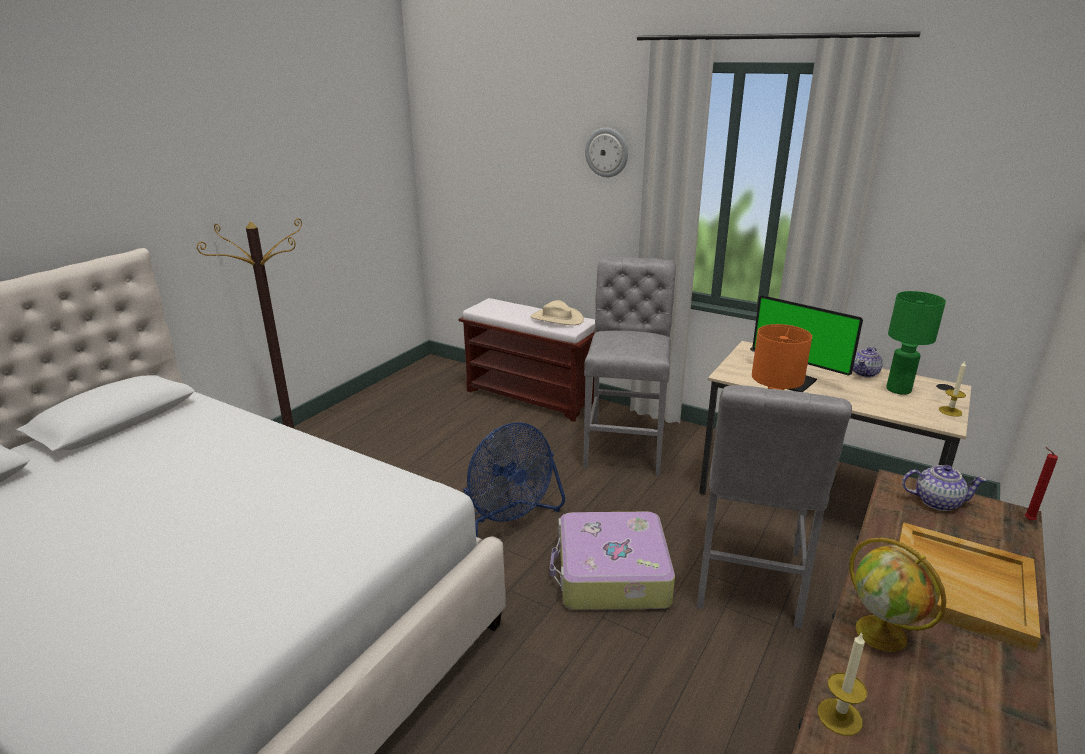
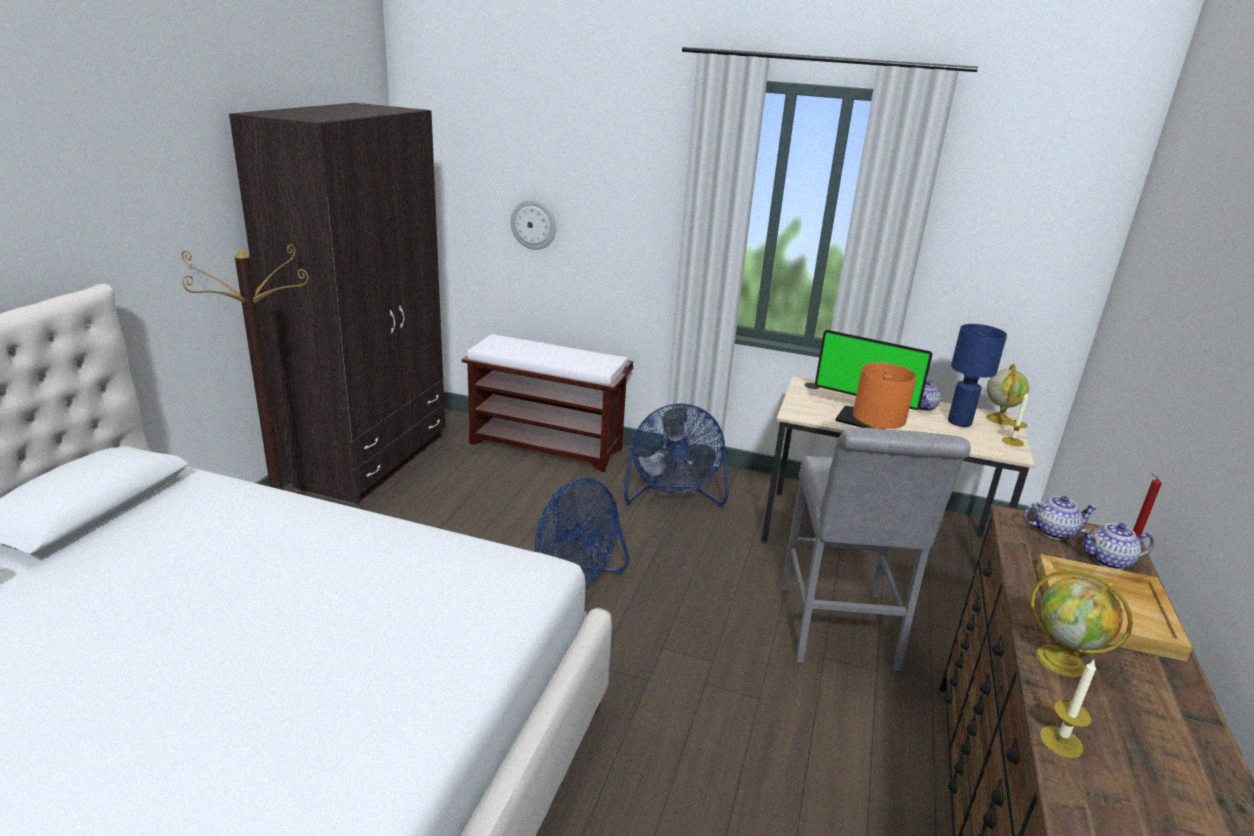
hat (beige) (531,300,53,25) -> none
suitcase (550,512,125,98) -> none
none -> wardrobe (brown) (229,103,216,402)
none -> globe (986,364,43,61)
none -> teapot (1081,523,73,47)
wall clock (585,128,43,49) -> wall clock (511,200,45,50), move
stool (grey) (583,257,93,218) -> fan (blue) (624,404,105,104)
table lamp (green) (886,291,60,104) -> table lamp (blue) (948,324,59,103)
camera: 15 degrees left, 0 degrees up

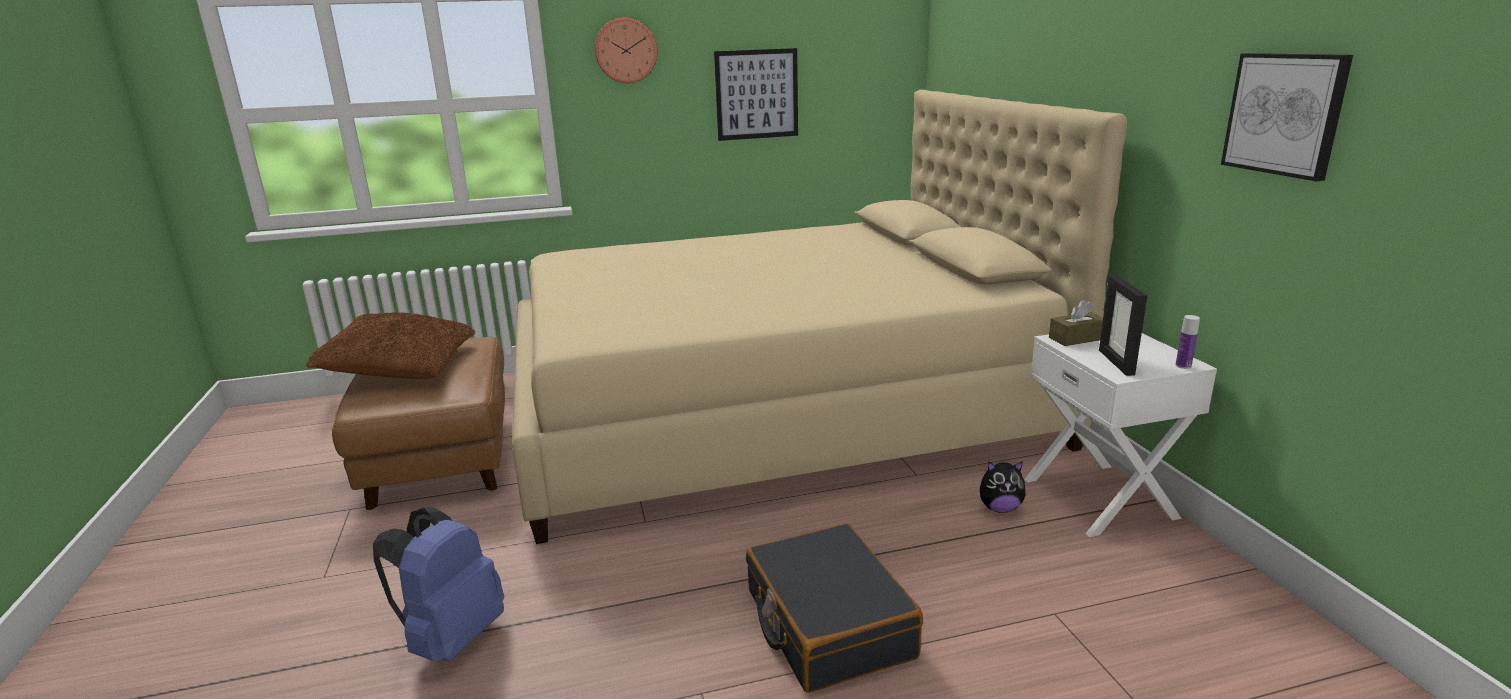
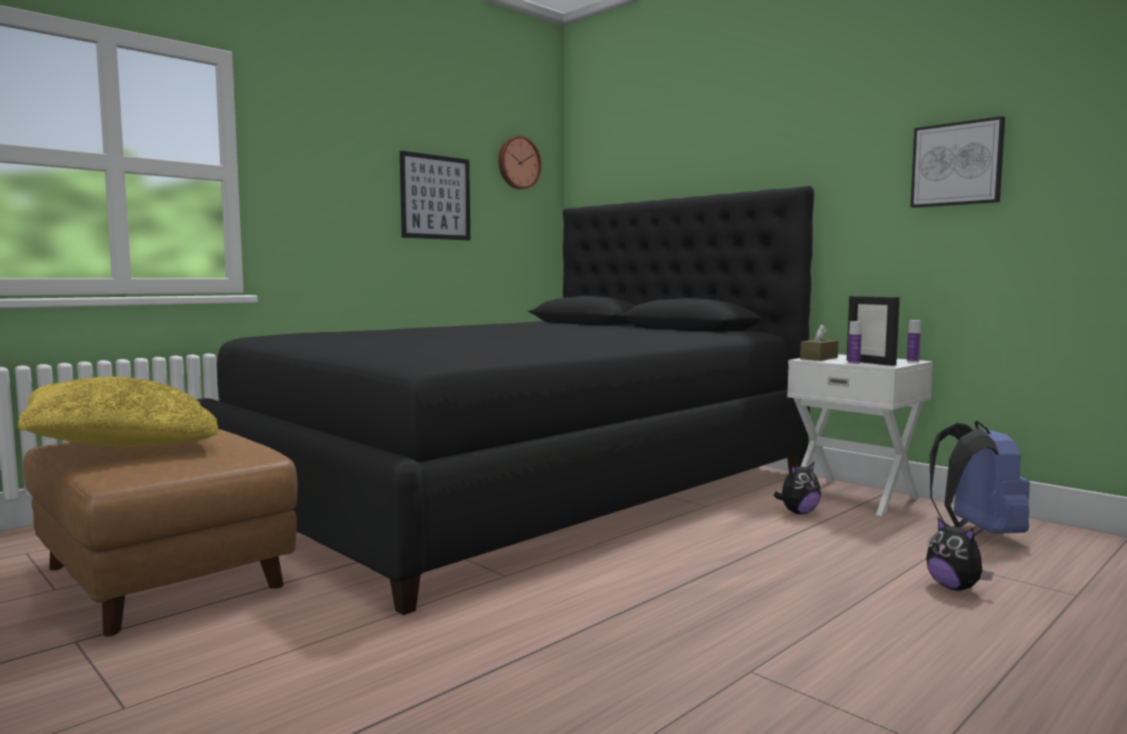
suitcase (black) (746,523,177,170) -> none
none -> bottle (848,321,14,43)
none -> plush toy (926,517,68,74)
backpack (blue) (373,507,131,155) -> backpack (blue) (930,421,100,116), move
wall clock (595,17,62,66) -> wall clock (498,136,43,54), move
pillow (brown) (306,312,169,67) -> pillow (yellow) (18,376,201,71)
bed (beige) (512,90,615,454) -> bed (black) (197,186,617,429)
camera: 30 degrees left, 15 degrees down

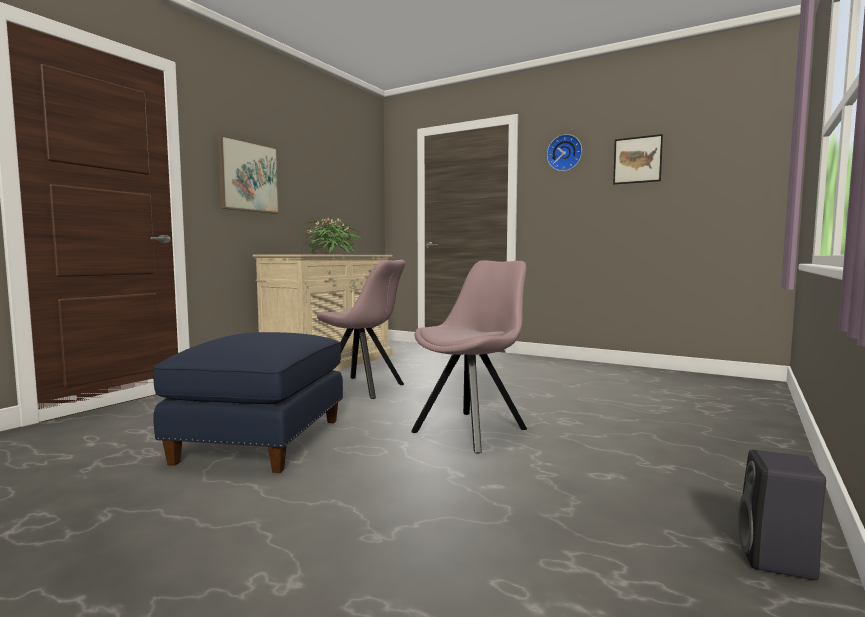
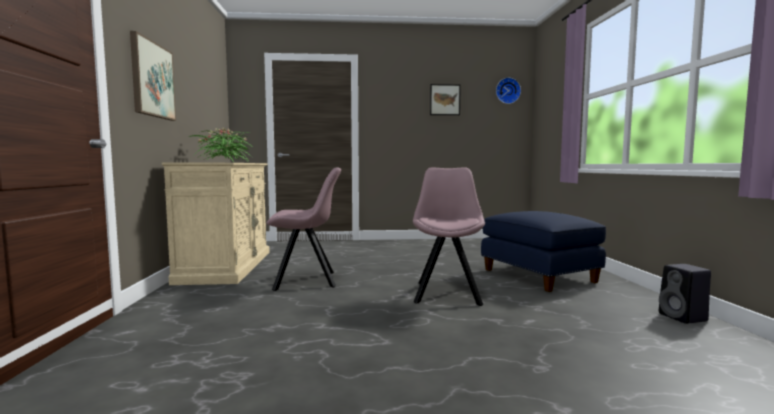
ottoman (blue) (153,332,190,141) -> ottoman (blue) (481,211,125,81), move
wall clock (547,134,35,37) -> wall clock (496,78,25,26), move
camera: 35 degrees left, 0 degrees up

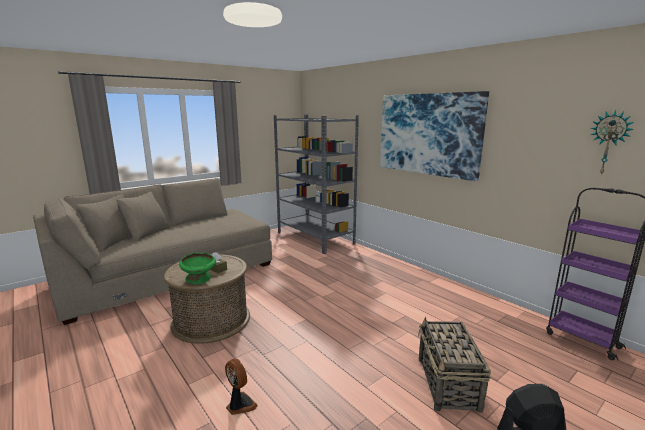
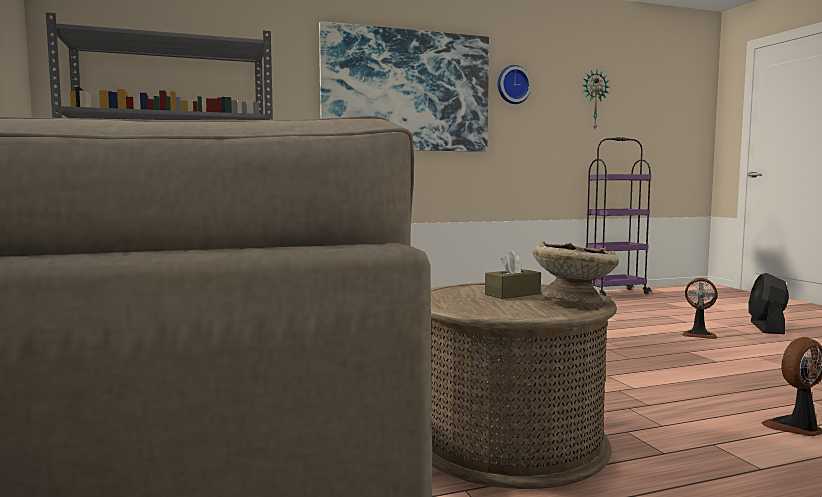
none -> wall clock (498,65,34,39)
basket (418,317,73,96) -> fan (682,278,36,61)
bowl (green) (179,252,37,32) -> bowl (beige) (533,241,86,62)
camera: 70 degrees left, 10 degrees down

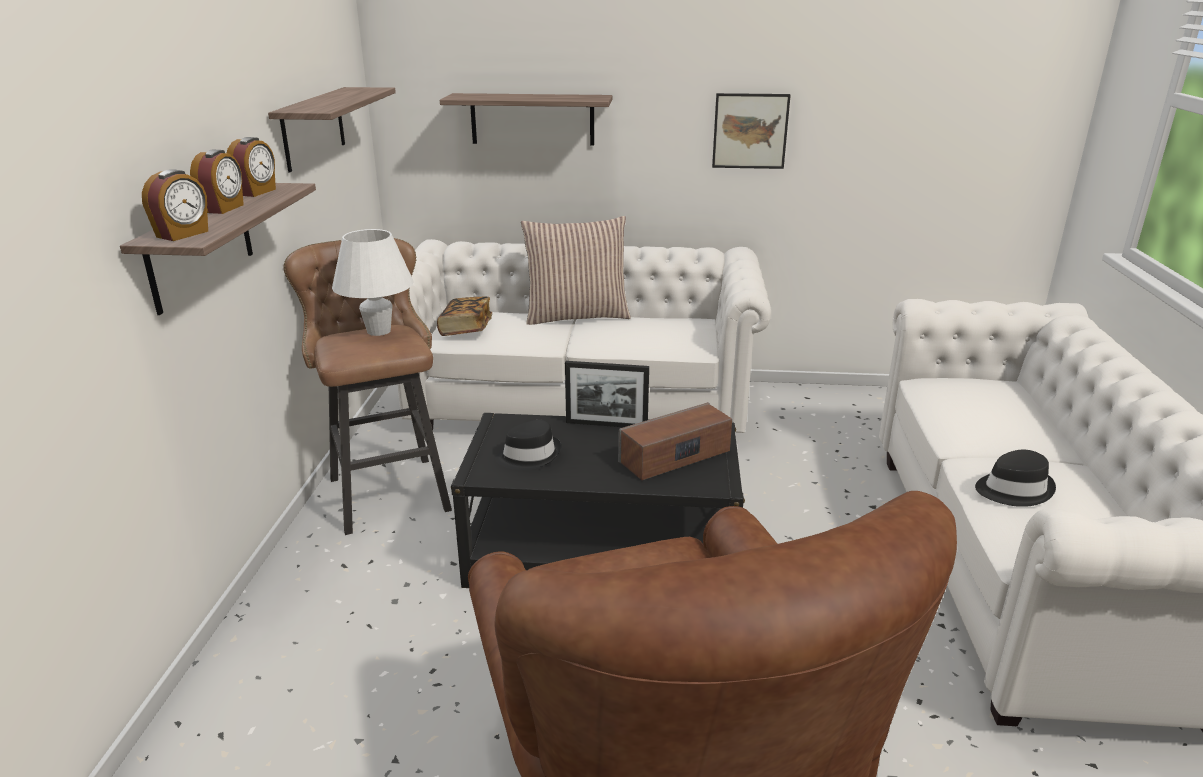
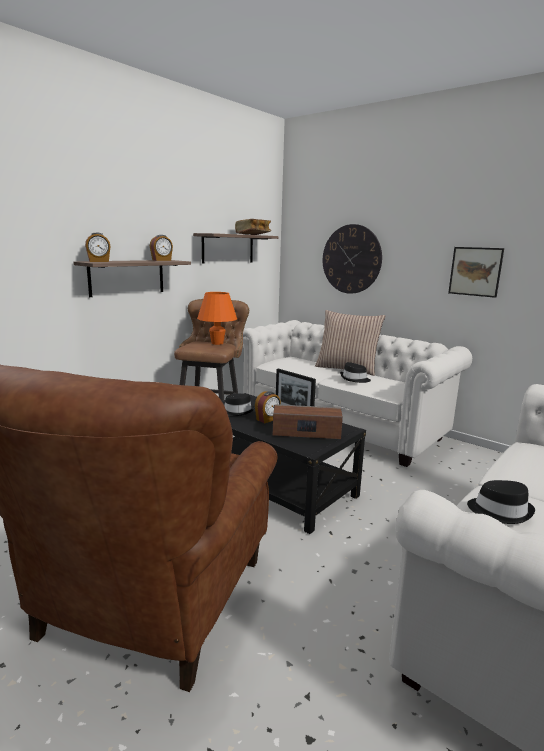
none -> hat (black) (340,362,31,21)
alarm clock (190,150,54,64) -> alarm clock (255,391,26,32), move
book (437,297,55,39) -> book (235,219,36,16), move
shelf (440,93,173,53) -> wall clock (323,224,59,70)
table lamp (white) (332,229,82,107) -> table lamp (orange) (197,292,40,53)
camera: 35 degrees right, 10 degrees down

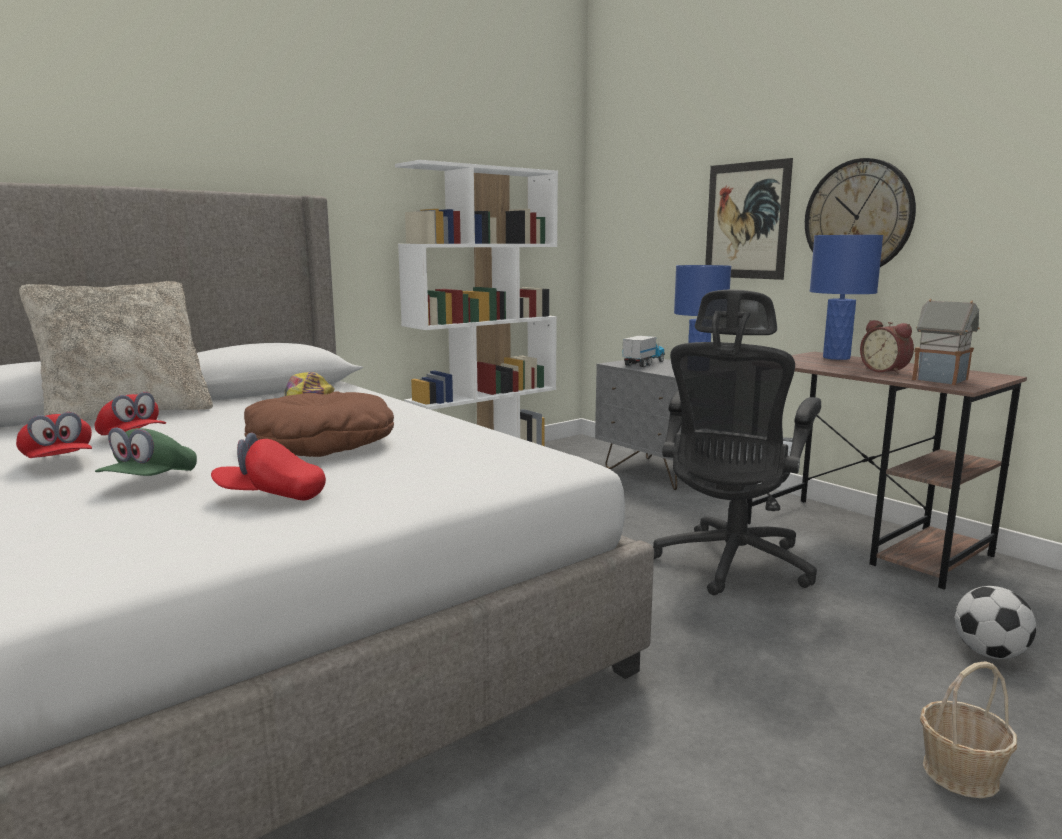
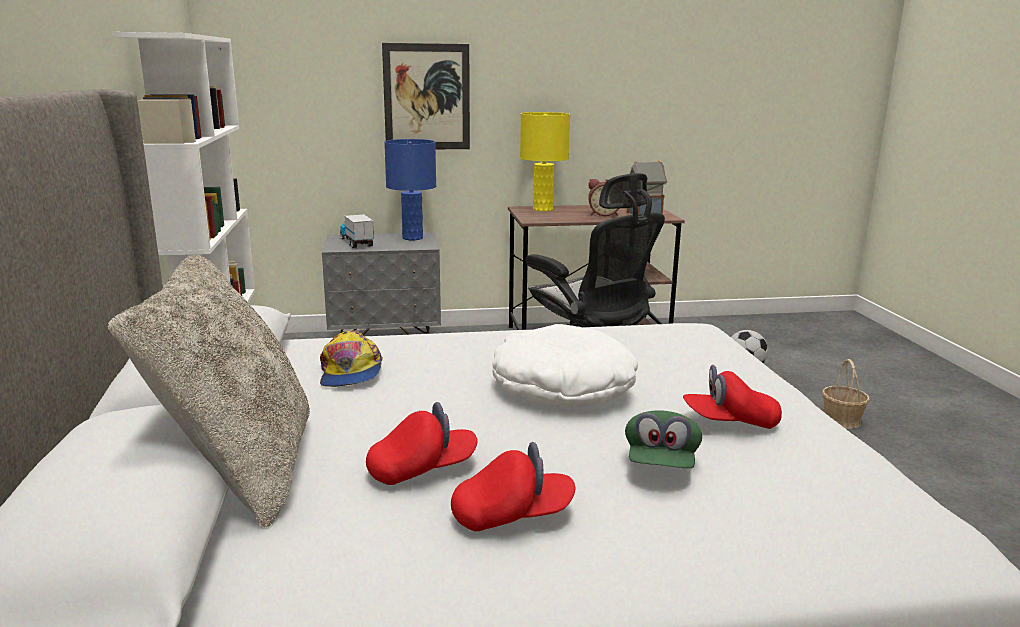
wall clock (805,158,111,109) -> none
pillow (brown) (244,391,150,66) -> pillow (white) (492,324,146,83)
table lamp (blue) (810,235,73,125) -> table lamp (yellow) (520,112,50,99)
cap (green) (95,427,102,49) -> cap (green) (625,410,77,58), 60 degrees clockwise
cap (red) (211,433,115,67) -> cap (red) (683,365,99,64), 60 degrees clockwise
camera: 60 degrees left, 5 degrees up

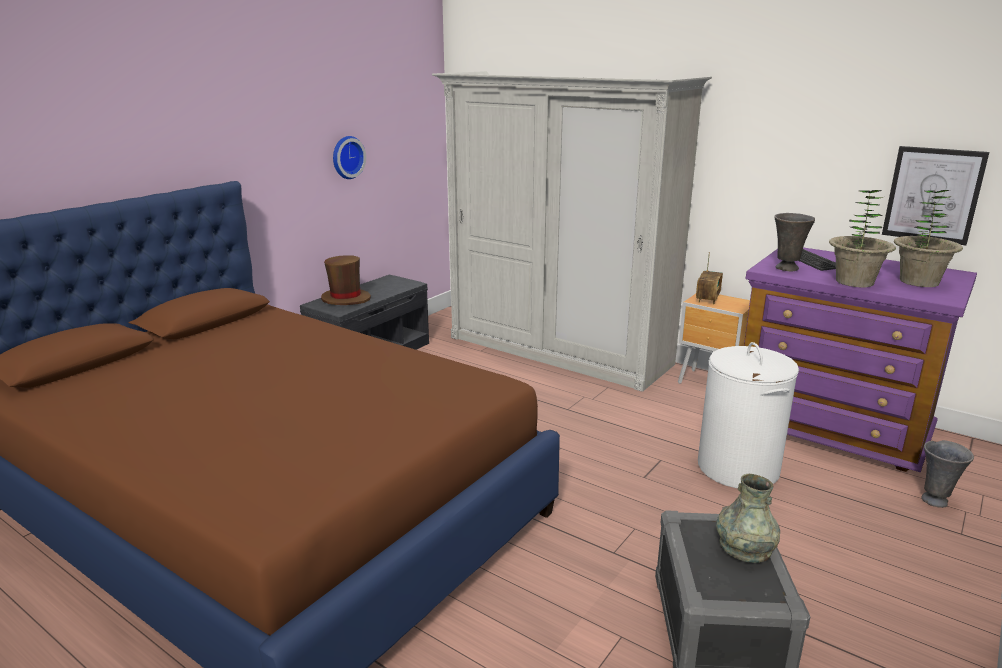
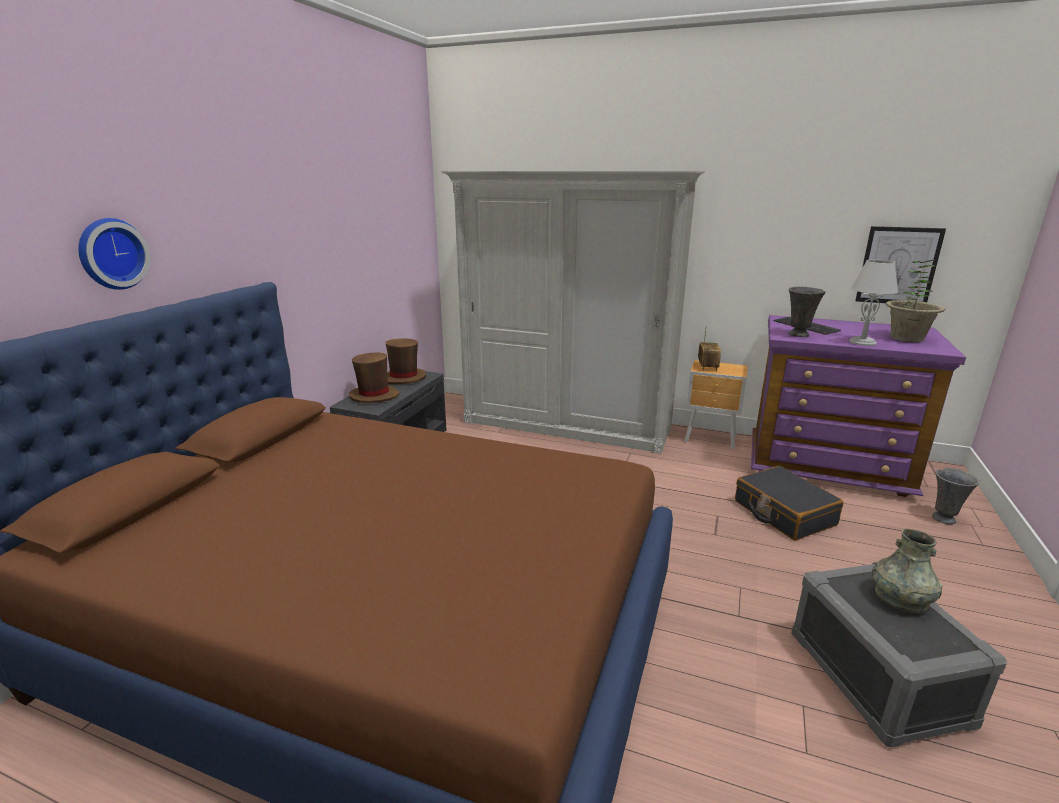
none -> hat (brown) (385,338,41,46)
wall clock (333,136,33,43) -> wall clock (78,218,72,72), move
laundry basket (white) (698,342,101,147) -> suitcase (black) (735,466,108,74)
potted plant (829,190,67,97) -> table lamp (grey) (849,260,49,86)
camera: 15 degrees left, 0 degrees up

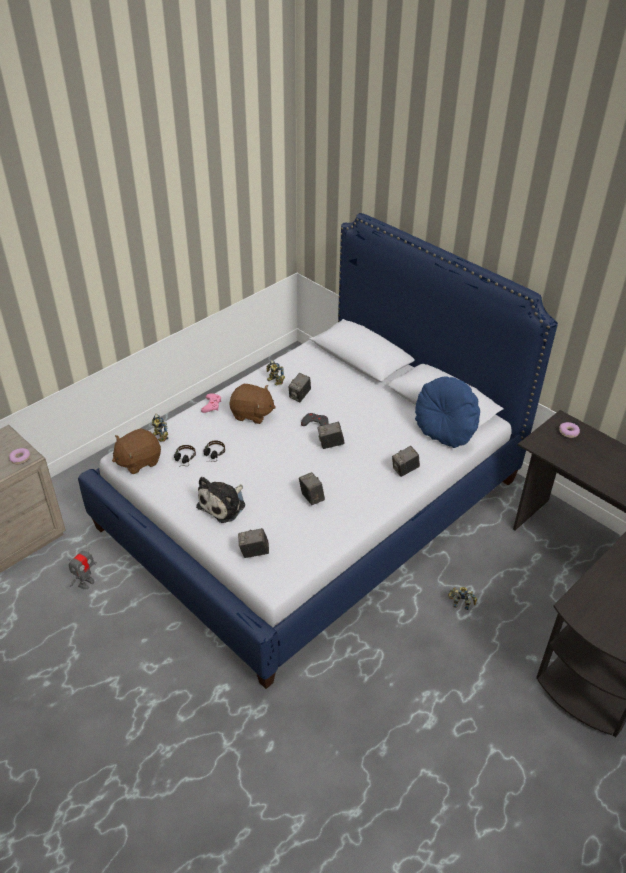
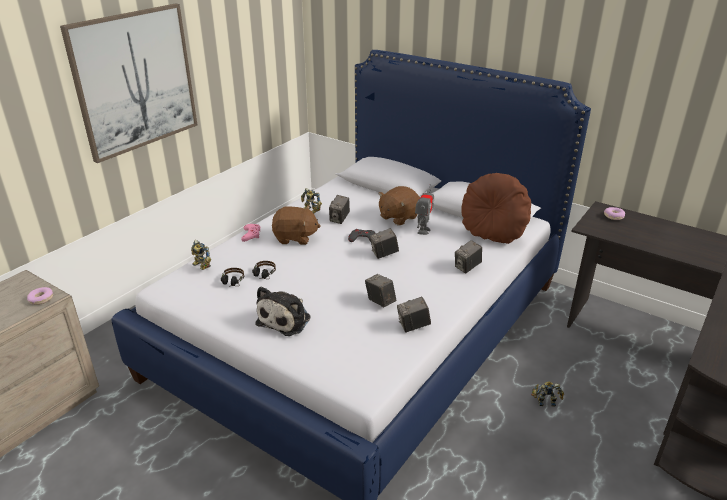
none -> picture (60,3,137,160)
toy robot (69,544,28,46) -> toy robot (415,184,19,51), move
plush toy (brown) (112,428,49,46) -> plush toy (brown) (378,186,42,39), move
photo camera (238,528,31,30) -> photo camera (397,297,34,35), move
pillow (blue) (415,376,65,72) -> pillow (brown) (461,173,70,71)
camera: 10 degrees left, 10 degrees down

